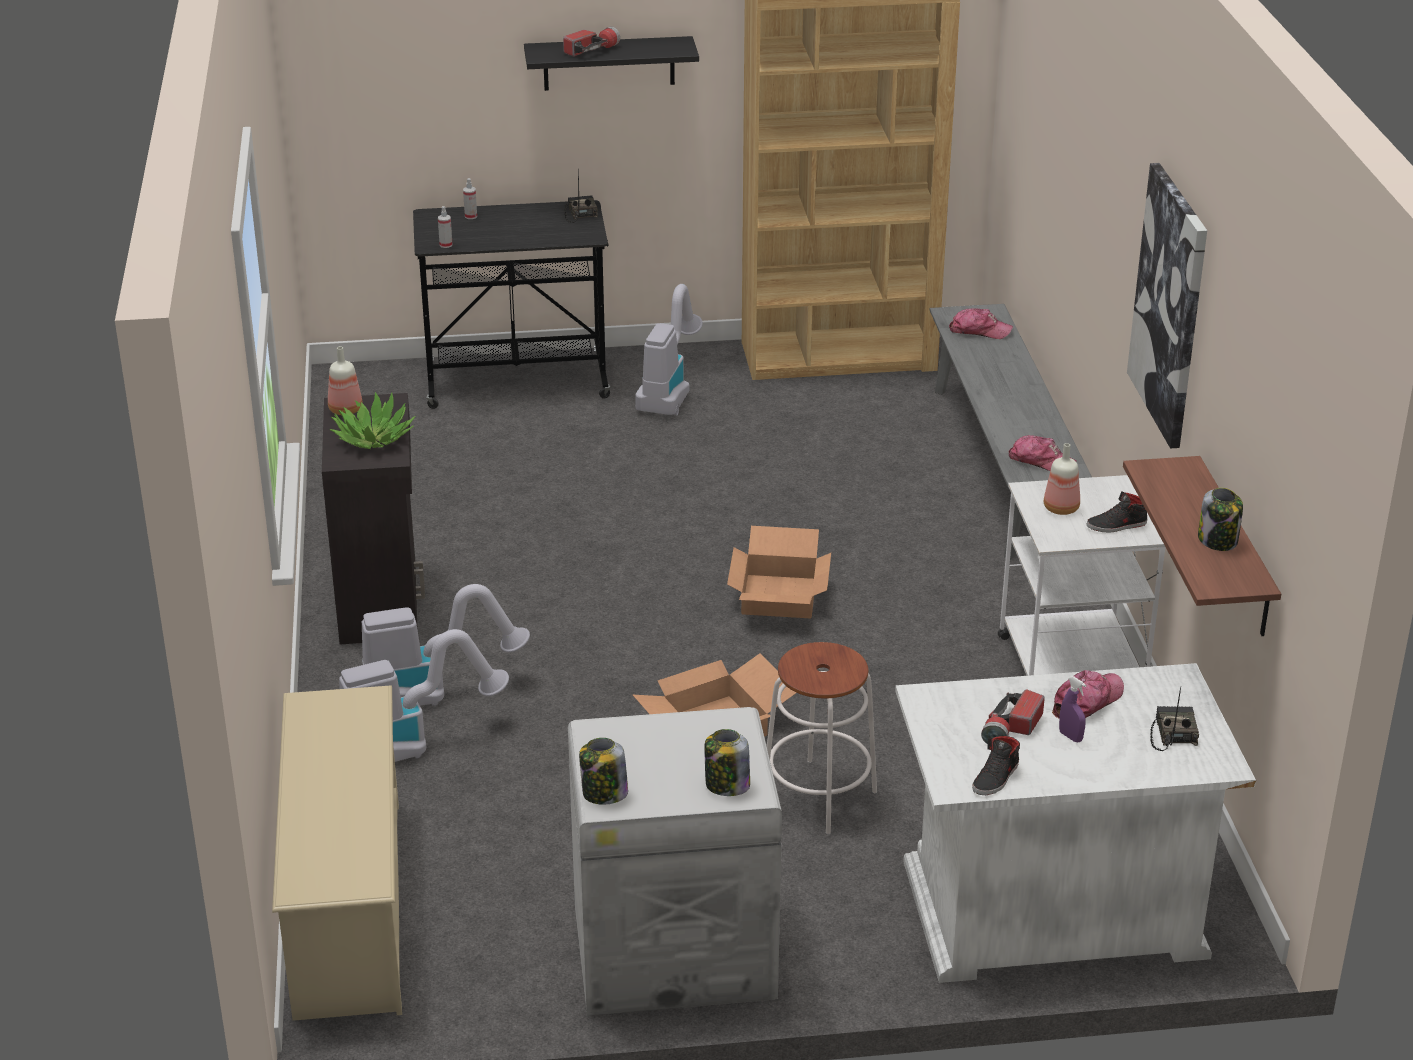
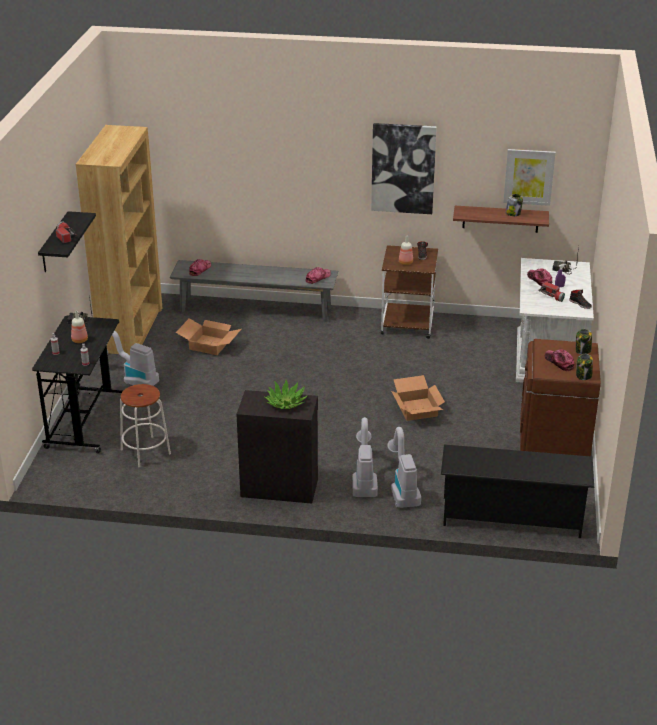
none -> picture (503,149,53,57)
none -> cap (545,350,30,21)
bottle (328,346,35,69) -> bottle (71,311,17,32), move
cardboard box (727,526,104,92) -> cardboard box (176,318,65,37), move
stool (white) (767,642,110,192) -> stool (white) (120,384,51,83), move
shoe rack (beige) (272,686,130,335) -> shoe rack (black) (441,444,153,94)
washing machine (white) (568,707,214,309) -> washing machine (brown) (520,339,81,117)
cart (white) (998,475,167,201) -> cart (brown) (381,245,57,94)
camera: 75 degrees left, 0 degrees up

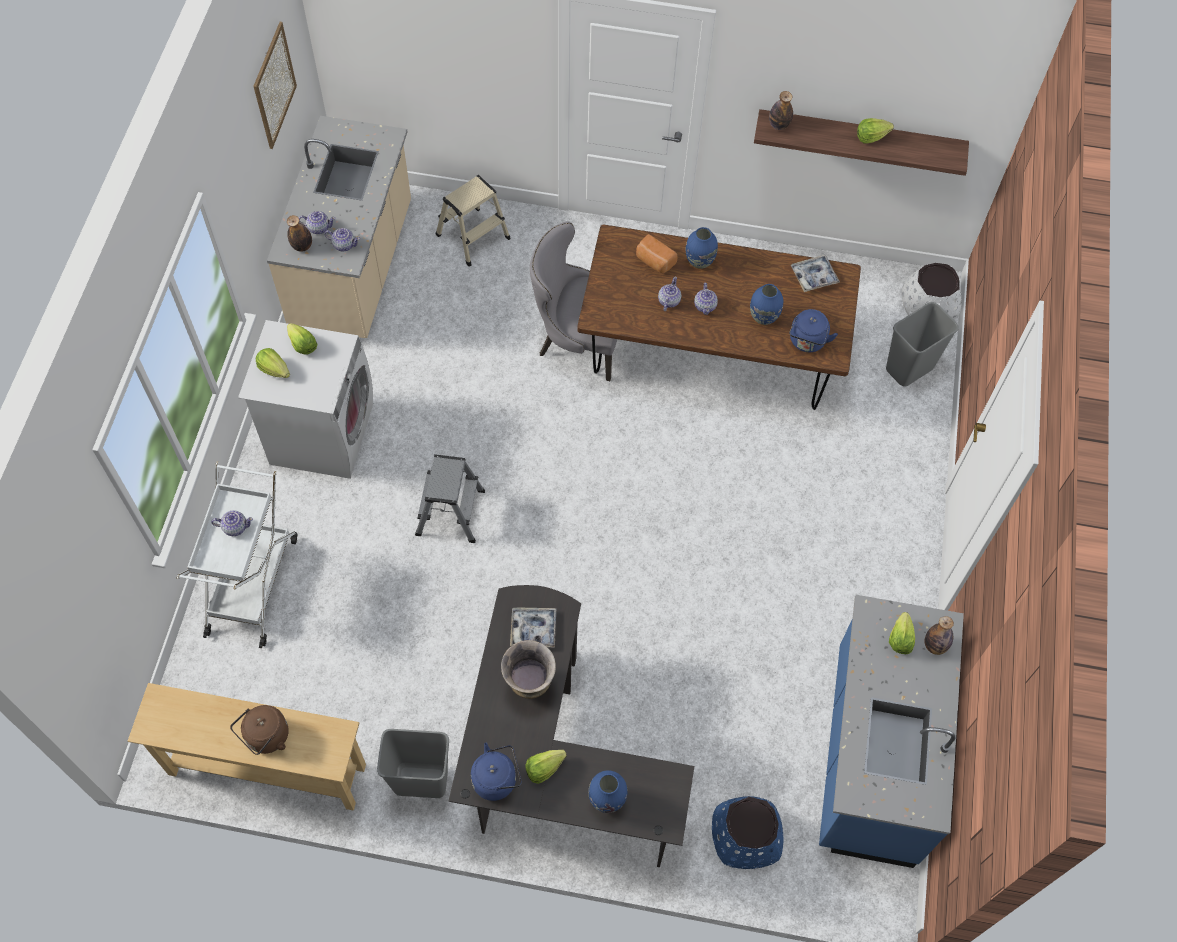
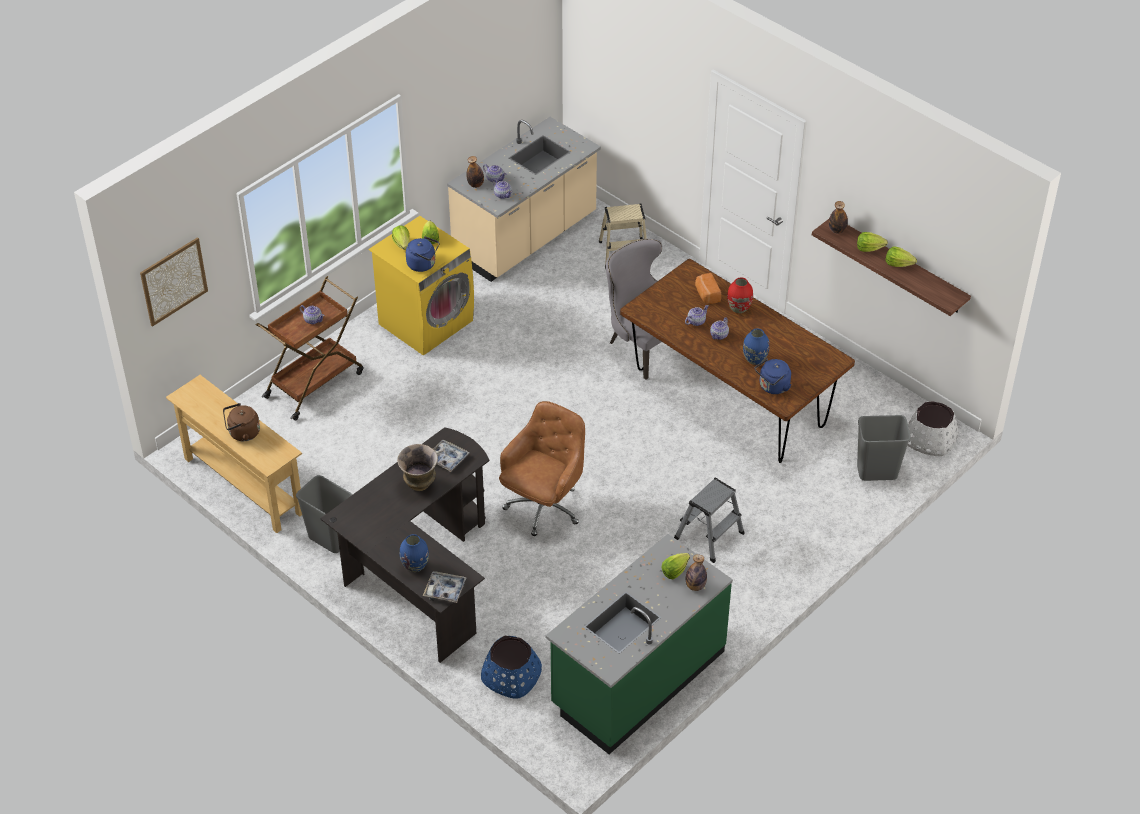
none -> office chair (brown) (499,401,86,135)
picture (253,22,44,127) -> picture (140,237,68,90), move
step ladder (grey) (415,454,70,89) -> step ladder (grey) (674,478,71,85), move
kettle (blue) (471,743,50,58) -> kettle (blue) (406,236,34,36), move
lettuce (525,750,42,34) -> lettuce (857,232,31,20), move
tray (791,255,49,37) -> tray (423,571,44,32), move
cart (white) (176,461,122,187) -> cart (brown) (255,276,108,144)
washing machine (white) (238,320,135,159) -> washing machine (yellow) (368,216,106,140)
vase (blue) (686,227,32,42) -> vase (red) (727,277,26,36)
counter (blue) (819,595,145,273) -> counter (green) (546,534,187,220)
camera: 35 degrees right, 15 degrees down

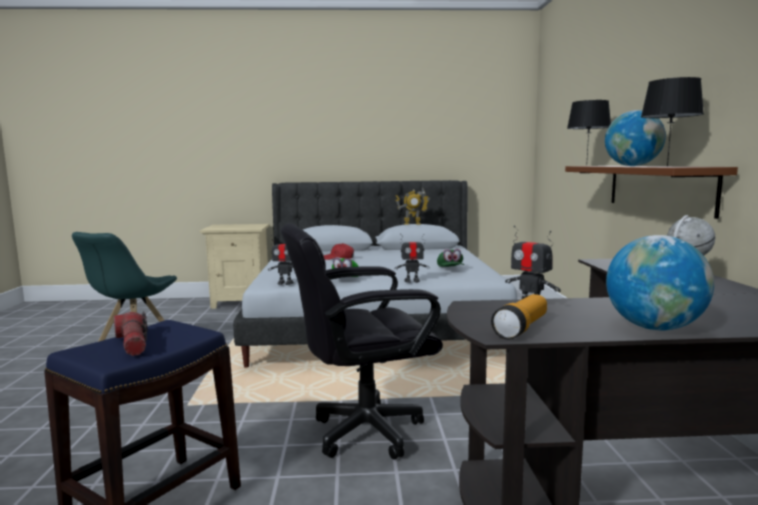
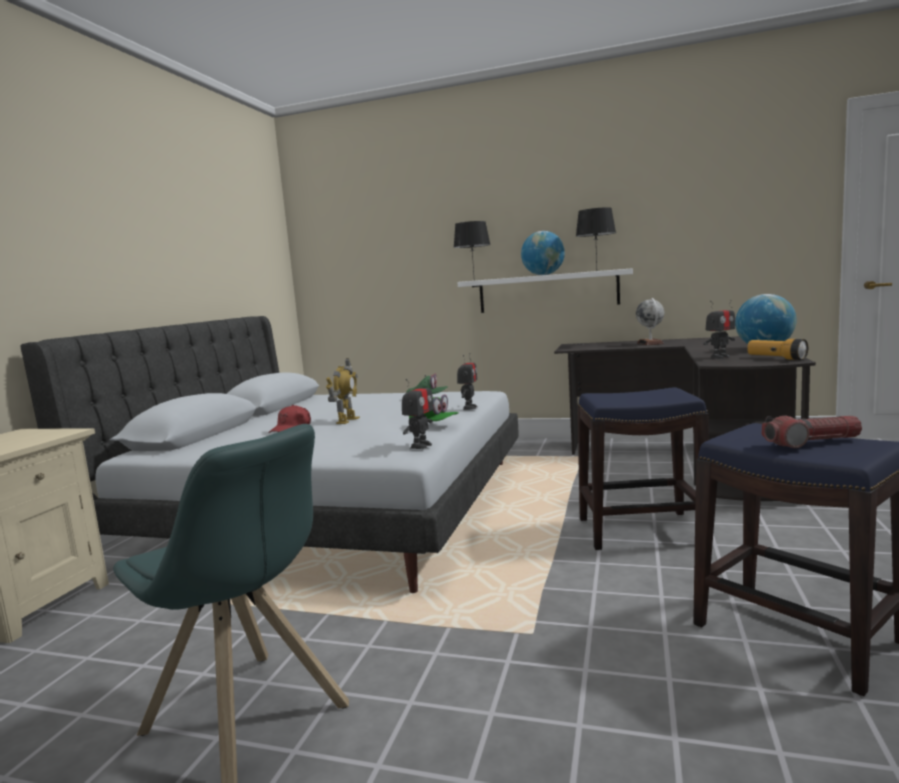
toy robot (396,188,34,37) -> toy robot (326,358,34,66), move
office chair (black) (281,223,162,237) -> stool (577,387,132,163)
shelf (brown) (565,166,173,53) -> shelf (white) (457,268,176,45)
camera: 70 degrees left, 0 degrees up

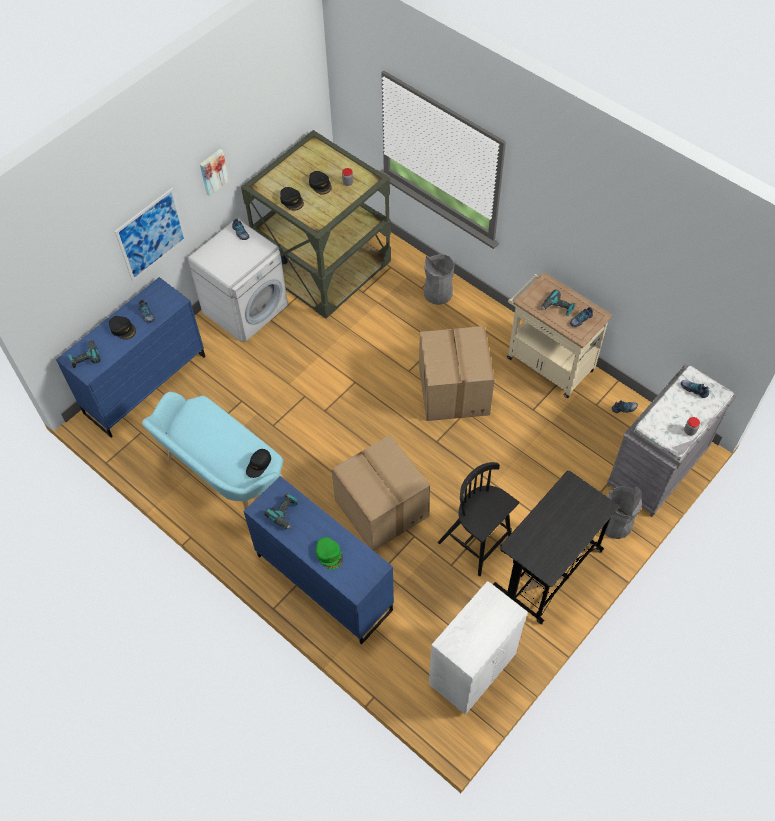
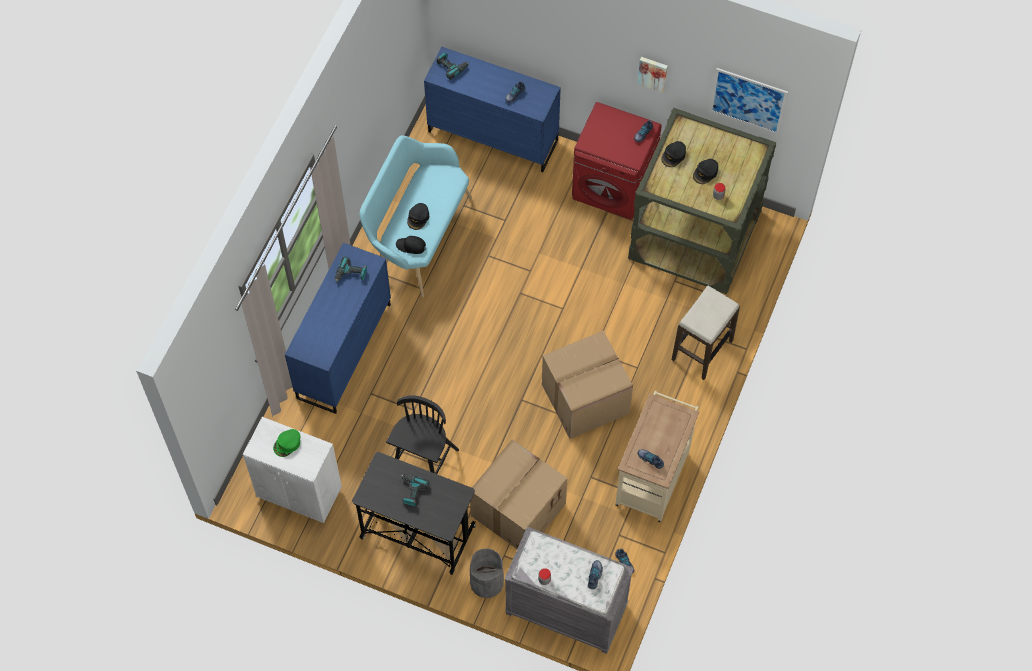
cap (black) (109,316,27,24) -> cap (black) (407,203,22,27), move
picture (115,188,72,93) -> picture (709,68,79,67), move
cap (green) (316,537,27,33) -> cap (green) (273,429,27,28), move
cardboard box (332,435,98,116) -> cardboard box (470,439,98,110), move
power drill (541,289,34,27) -> power drill (400,474,30,32), move
trash can (grey) (424,254,30,51) -> stool (672,286,68,94)
washing machine (white) (188,218,100,124) -> washing machine (red) (572,102,90,118)
camera: 70 degrees right, 5 degrees up

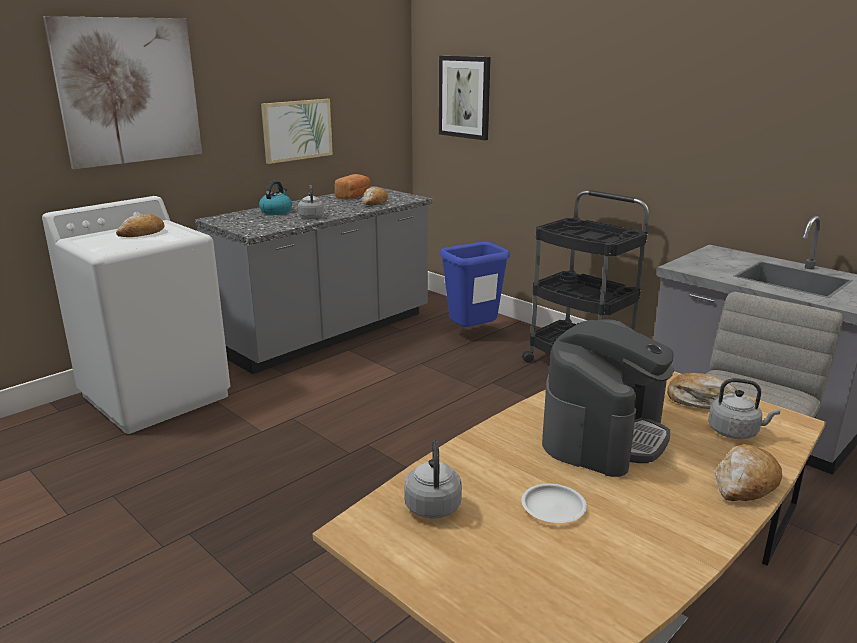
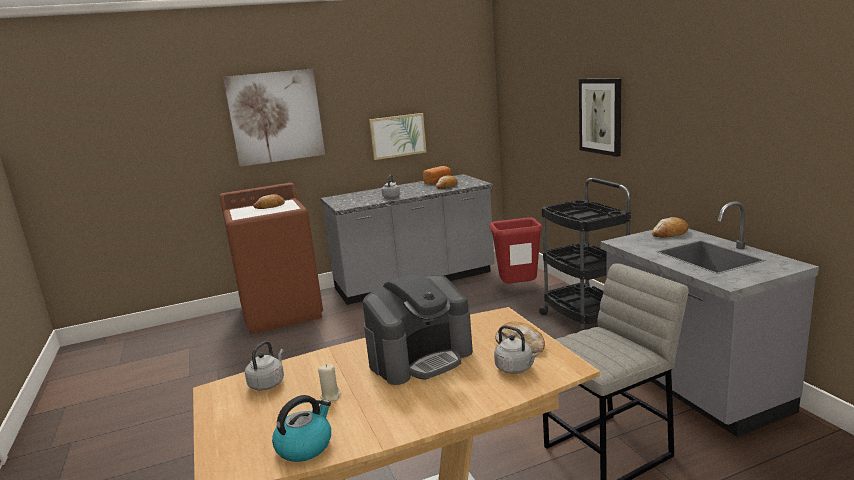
kettle (259,181,33,34) -> kettle (272,395,59,67), move
picture (439,56,52,84) -> picture (579,79,42,78), move
bread (715,444,67,57) -> bread (652,217,37,21), move
plate (white) (521,484,66,39) -> candle (beige) (318,364,23,37)
washing machine (white) (42,196,188,238) -> washing machine (brown) (219,183,104,151)
trash can (blue) (440,242,70,85) -> trash can (red) (490,217,53,66)
camera: 25 degrees right, 5 degrees down

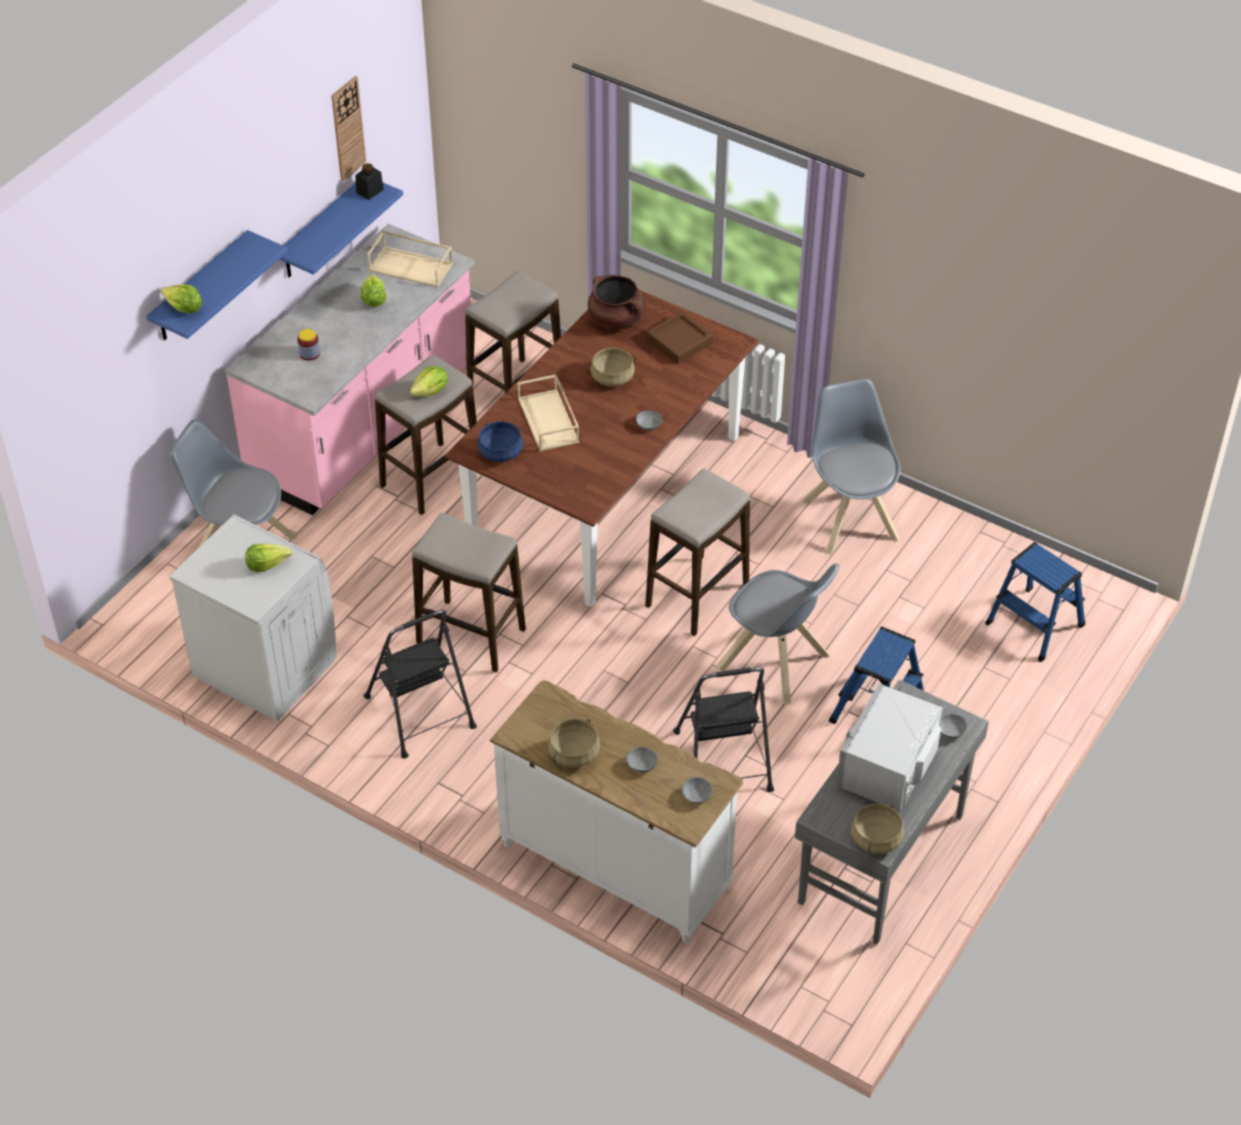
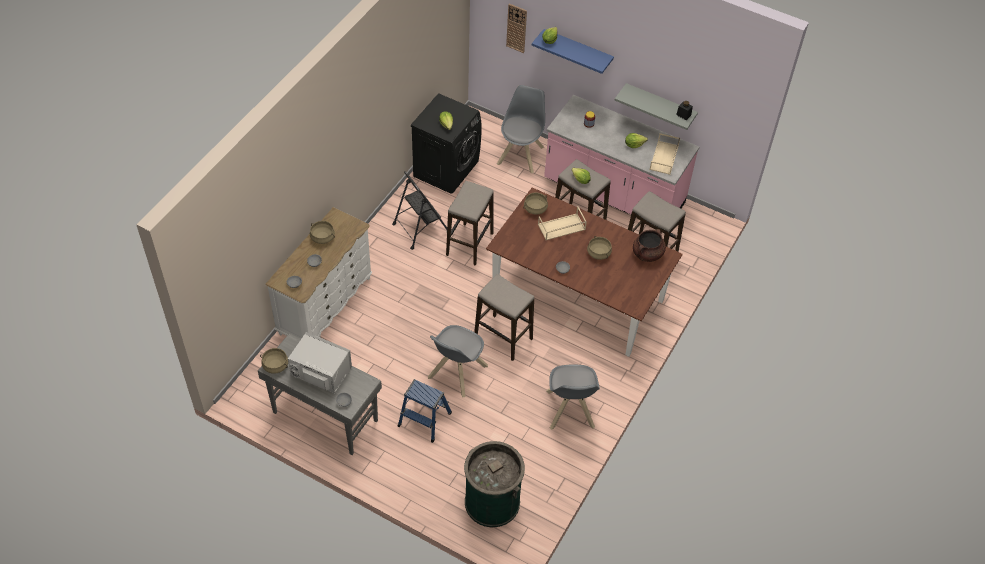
tray (brown) (646,311,67,53) -> none
step ladder (black) (673,667,101,125) -> none
wall clock (331,76,35,106) -> wall clock (506,4,21,49), move
step ladder (blue) (985,542,100,120) -> trash can (green) (464,441,61,86)
washing machine (white) (169,515,167,206) -> washing machine (black) (411,93,71,101)
shelf (blue) (279,183,124,94) -> shelf (grey) (615,83,83,47)
cooking pot (blue) (478,421,45,41) -> cooking pot (beige) (523,192,25,23)
chair (grey) (802,379,99,176) -> chair (grey) (546,364,54,66), 105 degrees clockwise
camera: 85 degrees right, 5 degrees up

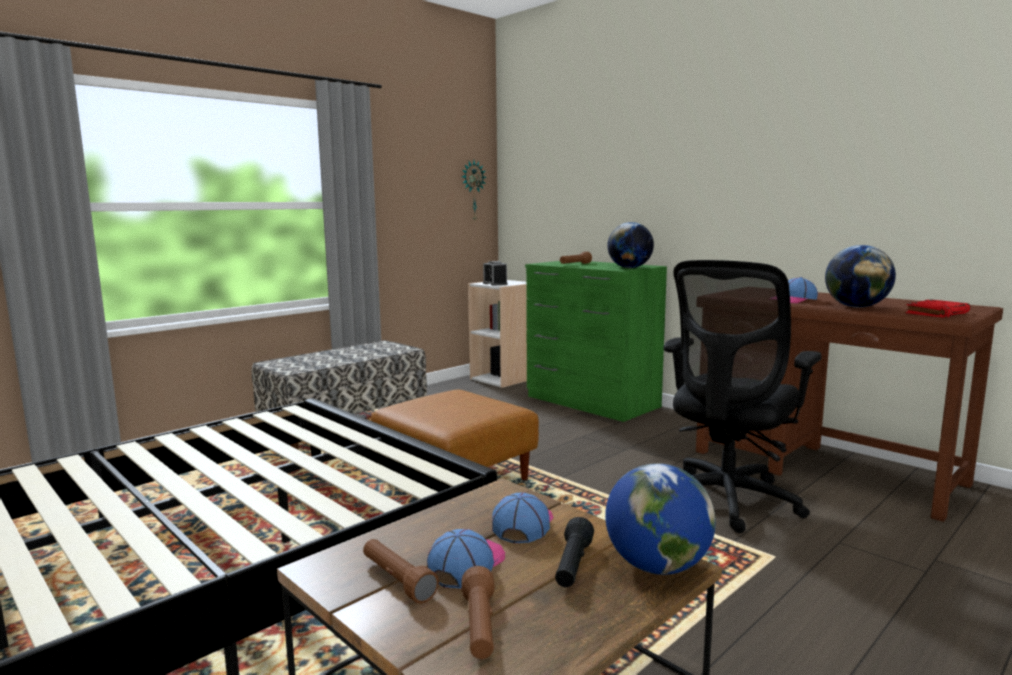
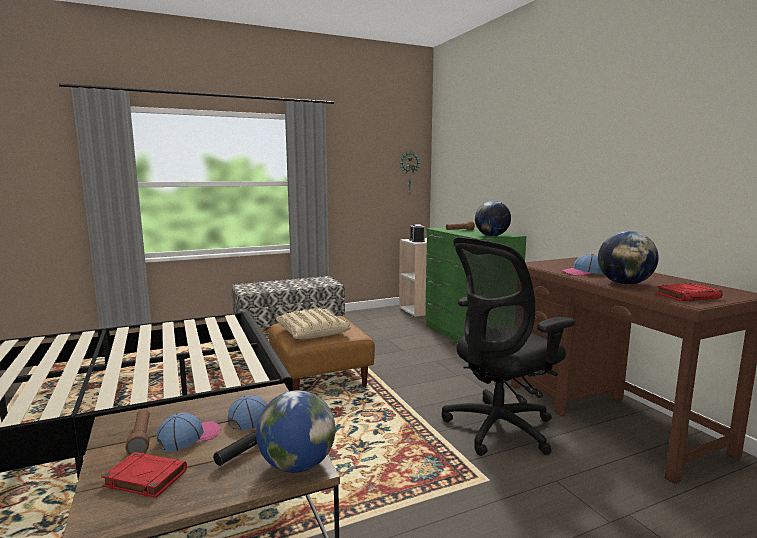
none -> pillow (beige) (276,308,75,31)
flashlight (brown) (461,566,34,93) -> book (red) (101,452,86,46)
camera: 20 degrees right, 0 degrees up

